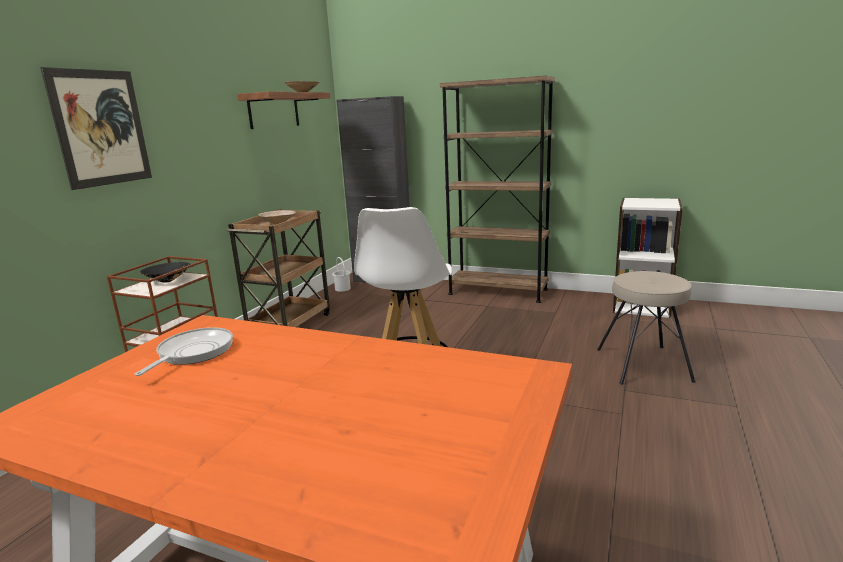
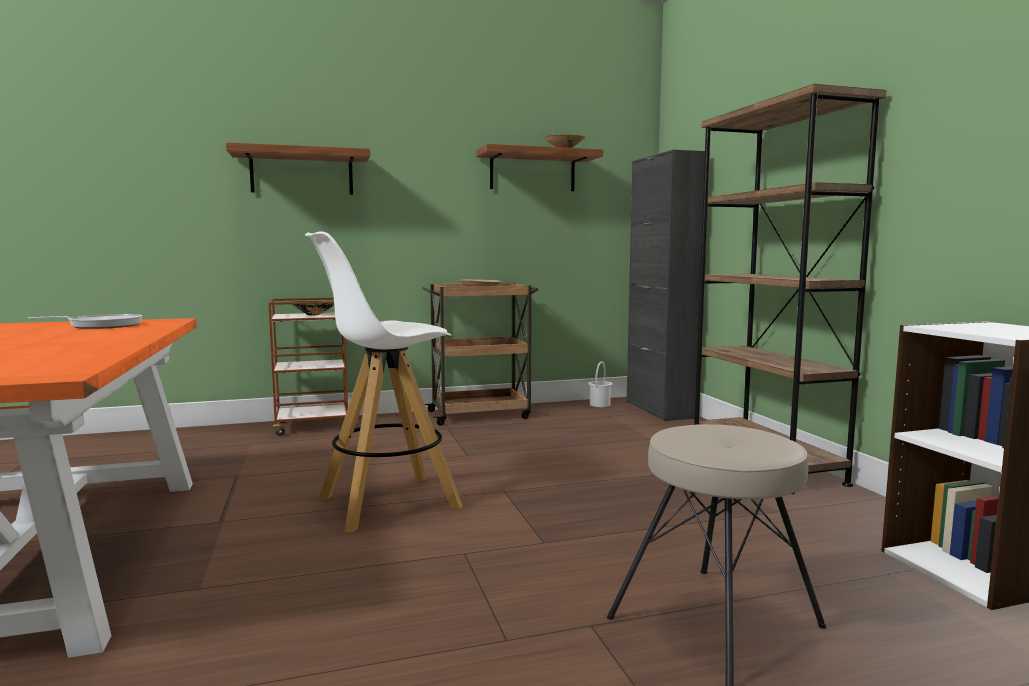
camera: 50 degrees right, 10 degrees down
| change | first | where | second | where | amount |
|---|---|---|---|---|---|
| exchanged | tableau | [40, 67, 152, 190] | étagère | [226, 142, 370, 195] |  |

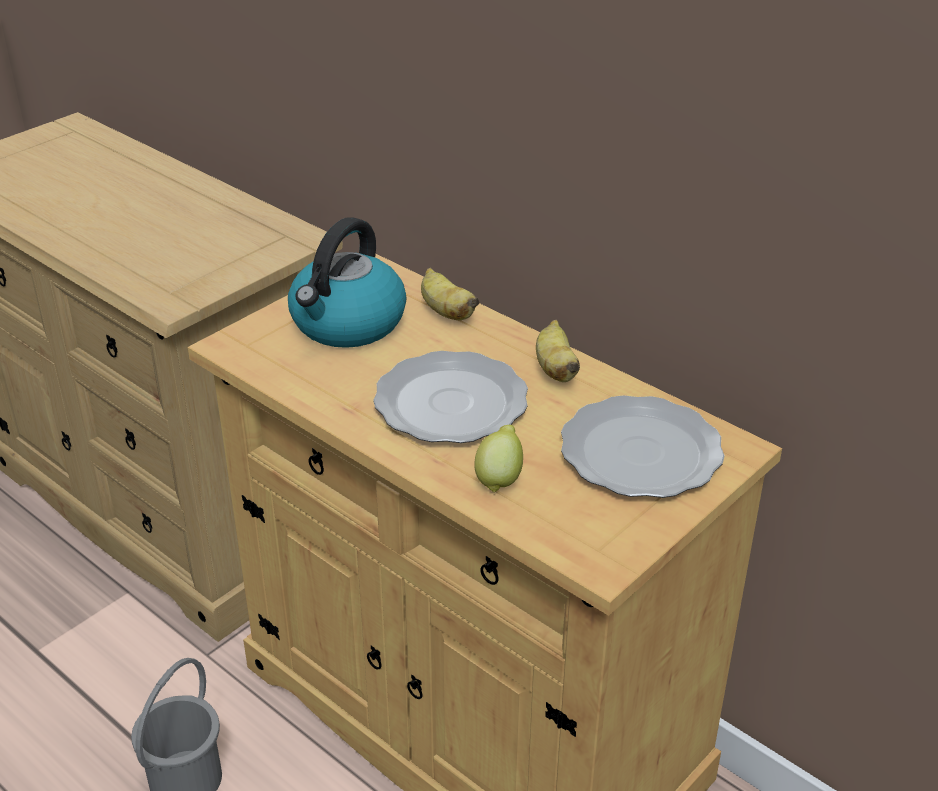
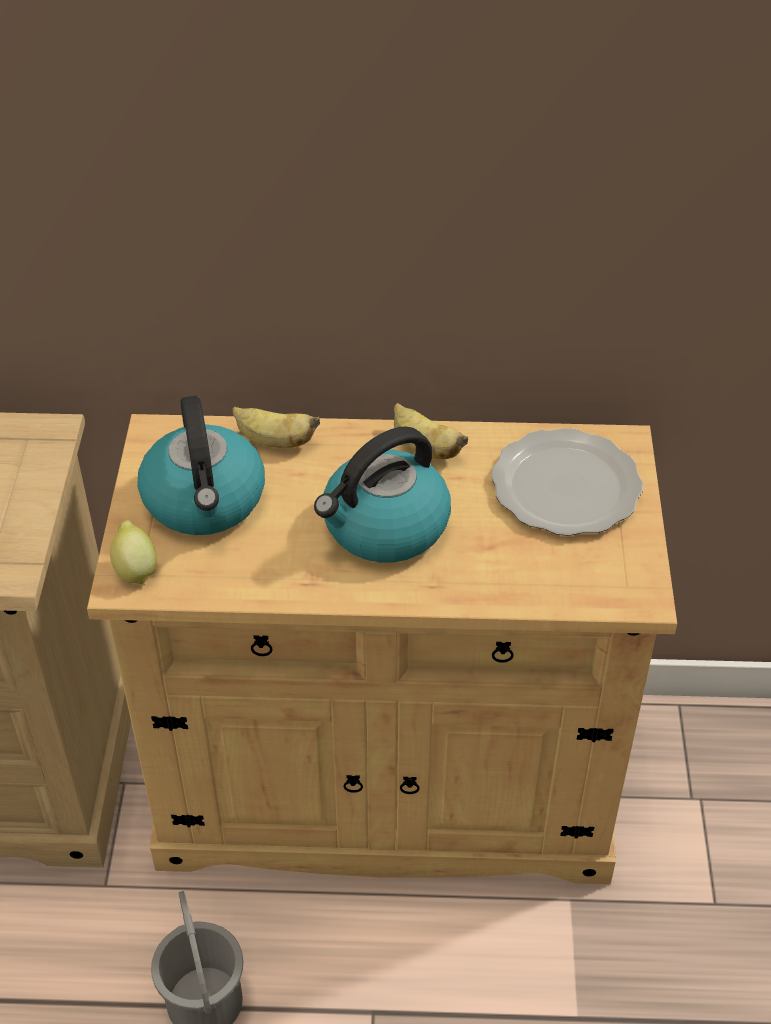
camera: 40 degrees left, 10 degrees up
| change | first | where | second | where | amount |
|---|---|---|---|---|---|
| exchanged | assiette | [373, 351, 528, 443] | bouilloire | [314, 426, 451, 562] |  |
| relocated | citron | [474, 425, 523, 493] |  | [110, 520, 157, 585] |  |

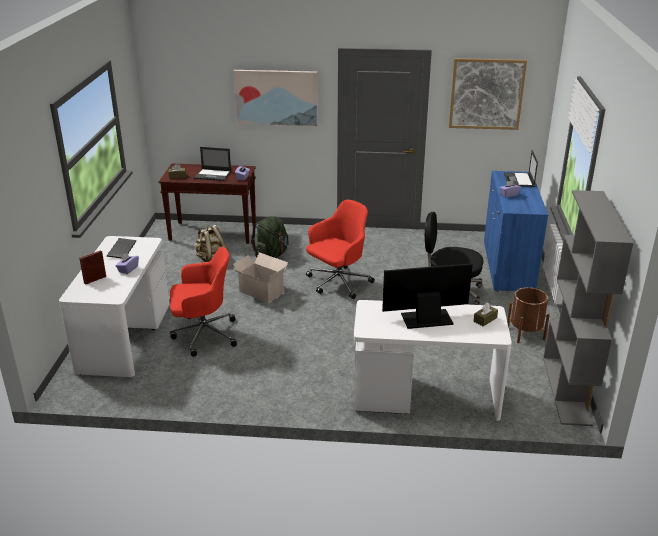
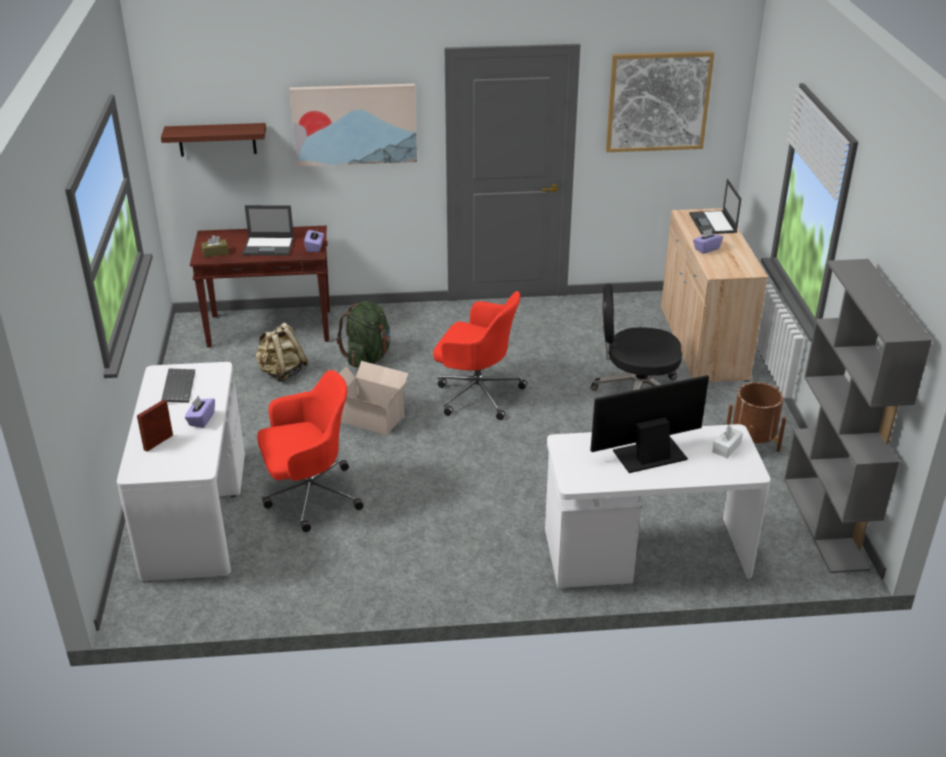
camera: 10 degrees left, 5 degrees up
| change | first | where | second | where | amount |
|---|---|---|---|---|---|
| colour | meuble de rangement/bleu | [484, 171, 548, 292] | meuble de rangement/beige | [661, 208, 768, 382] |  |
| spun | chaise de bureau/rouge | [306, 200, 375, 299] |  | [433, 291, 527, 420] | 75 degrees clockwise |
| colour | boîte à mouchoirs/marron | [473, 303, 498, 327] | boîte à mouchoirs/blanc | [712, 425, 743, 458] |  |
| appeared |  |  | étagère | [161, 123, 266, 157] |  |

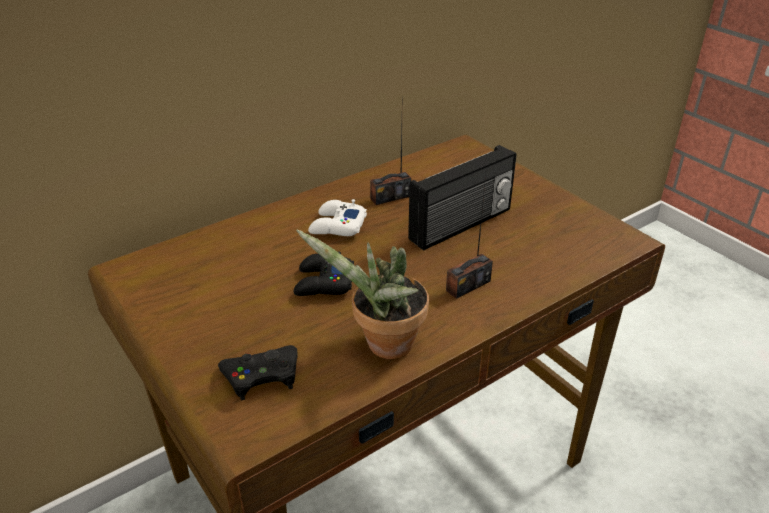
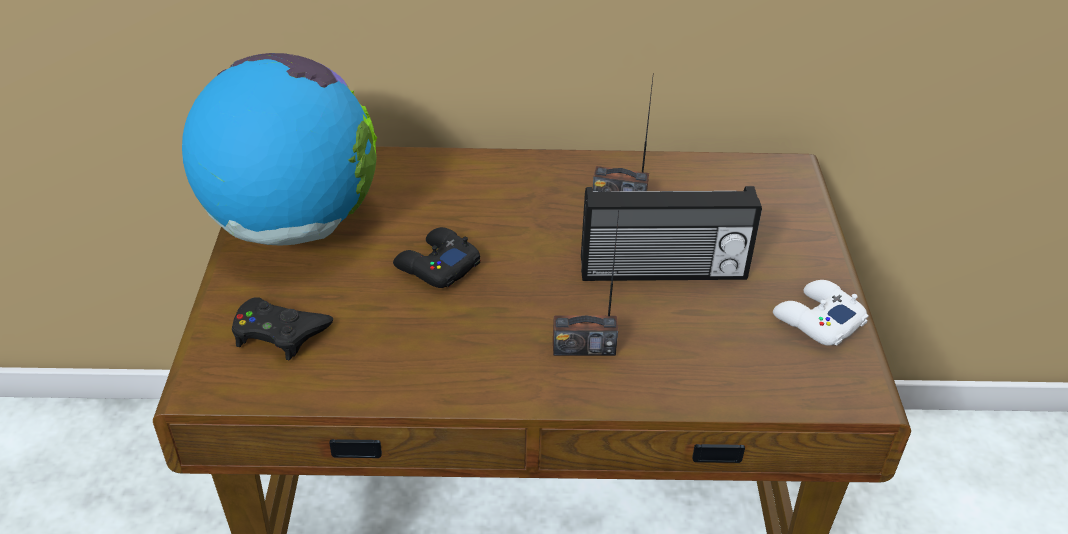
camera: 35 degrees right, 5 degrees up
| change | first | where | second | where | amount |
|---|---|---|---|---|---|
| relocated | manette/blanc | [308, 199, 367, 236] |  | [773, 280, 869, 346] |  |
| missing | plante en pot | [296, 229, 429, 359] |  |  |  |
| appeared |  |  | globe | [182, 53, 377, 246] |  |

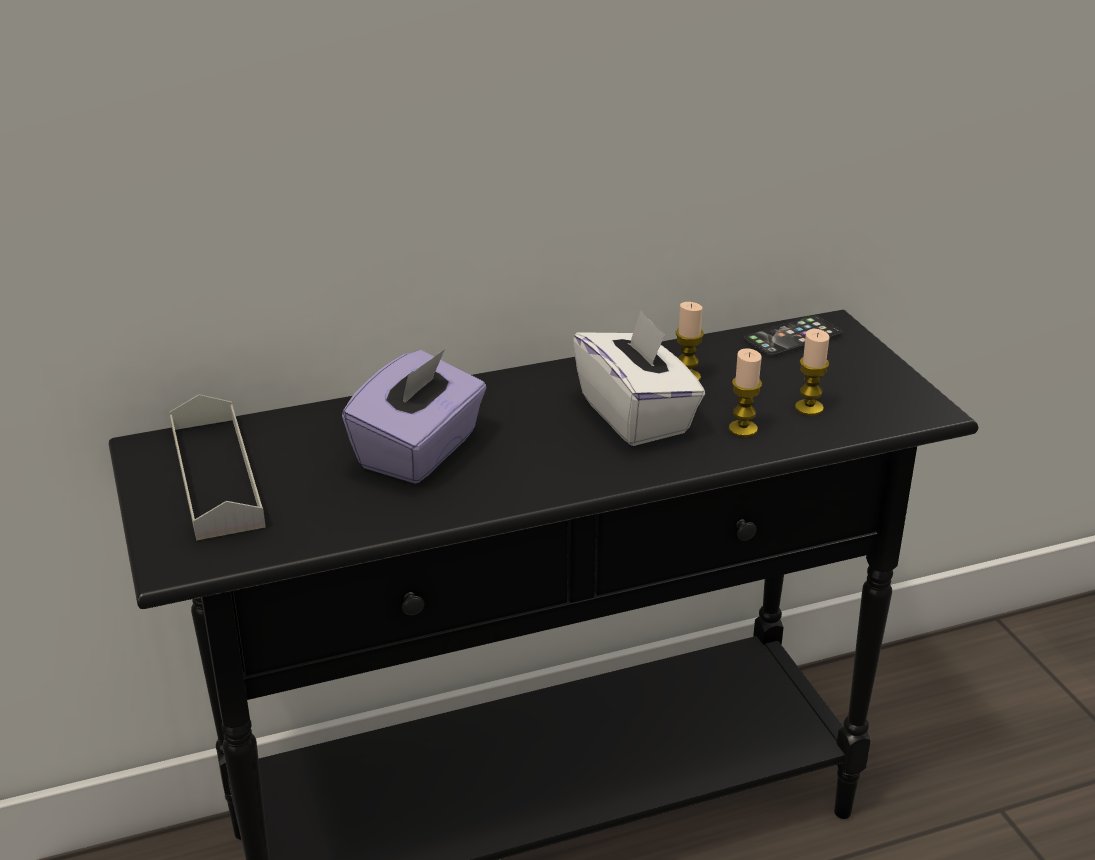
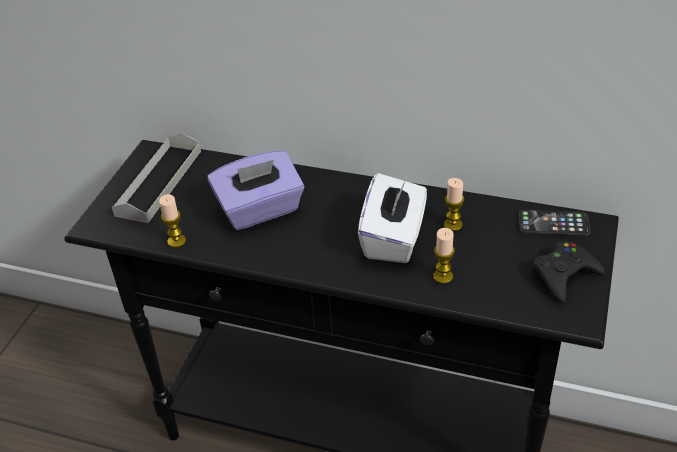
camera: 40 degrees right, 10 degrees up
| change | first | where | second | where | amount |
|---|---|---|---|---|---|
| relocated | bougie | [795, 329, 829, 416] |  | [159, 194, 186, 248] |  |
| appeared |  |  | manette/noir | [532, 241, 605, 303] |  |

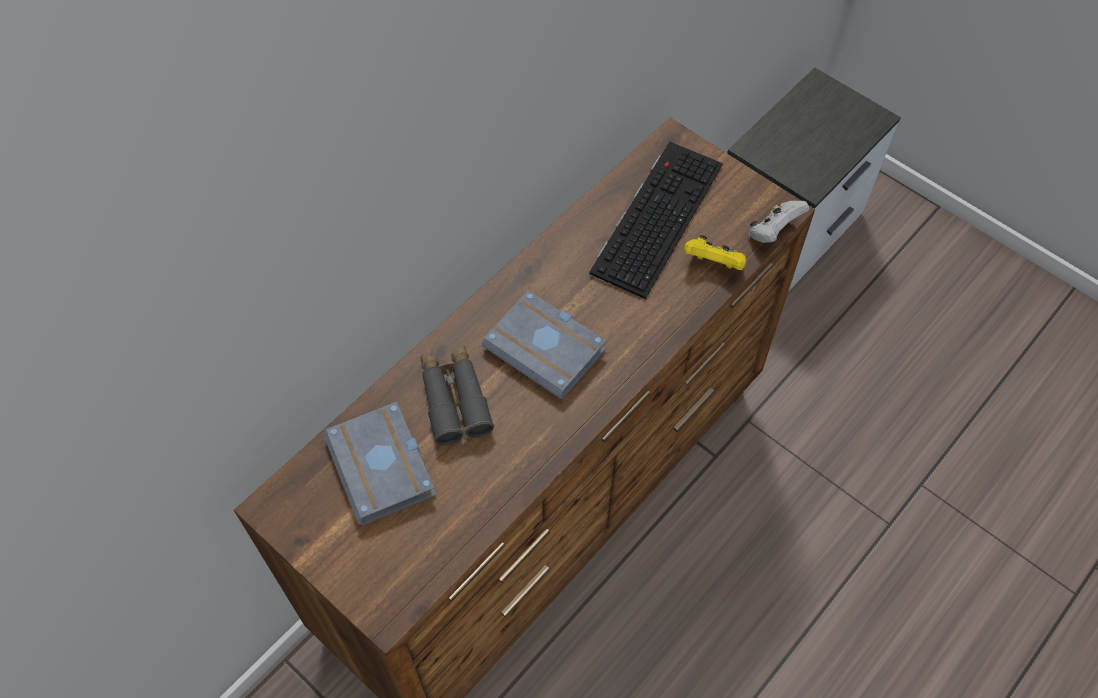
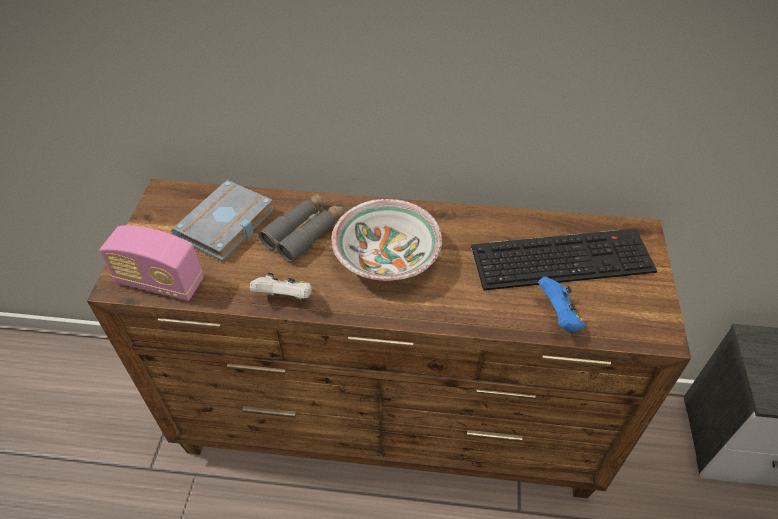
camera: 55 degrees right, 10 degrees down
| change | first | where | second | where | amount |
|---|---|---|---|---|---|
| relocated | manette/blanc | [749, 201, 809, 243] |  | [250, 272, 312, 300] |  |
| colour | manette/jaune | [684, 235, 746, 270] | manette/bleu | [538, 277, 585, 332] |  |
| exchanged | livre/gris | [482, 291, 606, 399] | bol | [332, 199, 442, 281] |  |
| appeared |  |  | radio | [99, 225, 204, 301] |  |

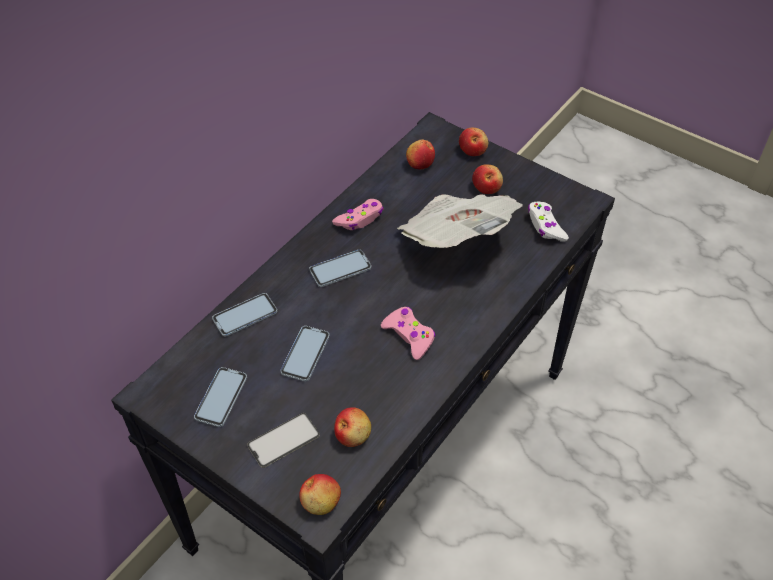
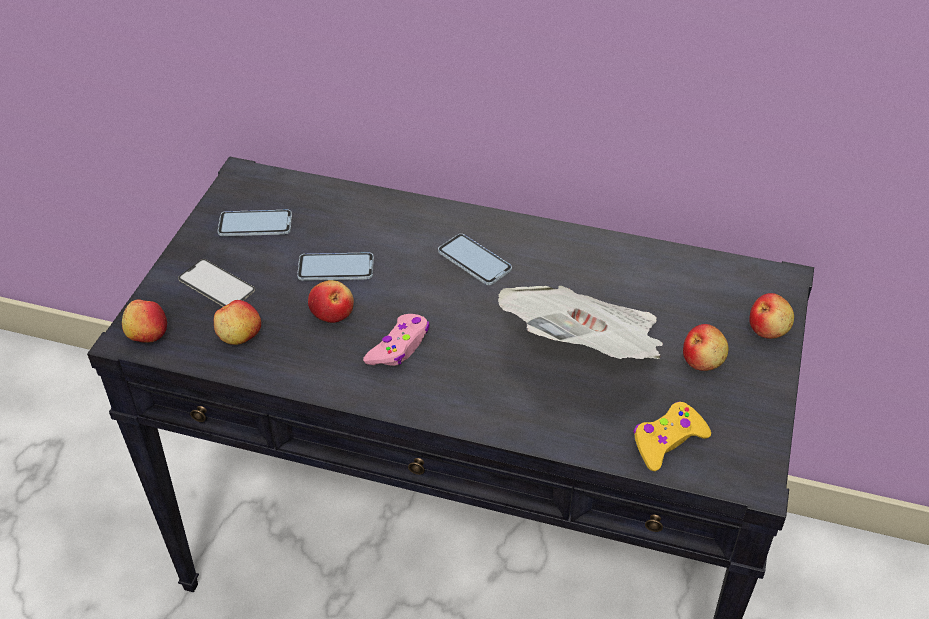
camera: 70 degrees right, 5 degrees down
| change | first | where | second | where | amount |
|---|---|---|---|---|---|
| relocated | pomme | [406, 139, 435, 170] |  | [308, 280, 354, 323] |  |
| missing | manette/rose | [332, 199, 384, 230] |  |  |  |
| colour | manette/blanc | [528, 202, 569, 242] | manette/jaune | [633, 402, 711, 471] |  |
| missing | téléphone | [212, 293, 277, 337] |  |  |  |

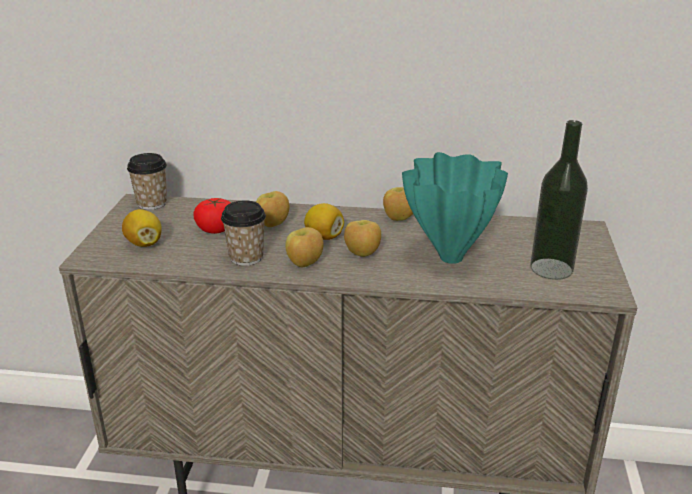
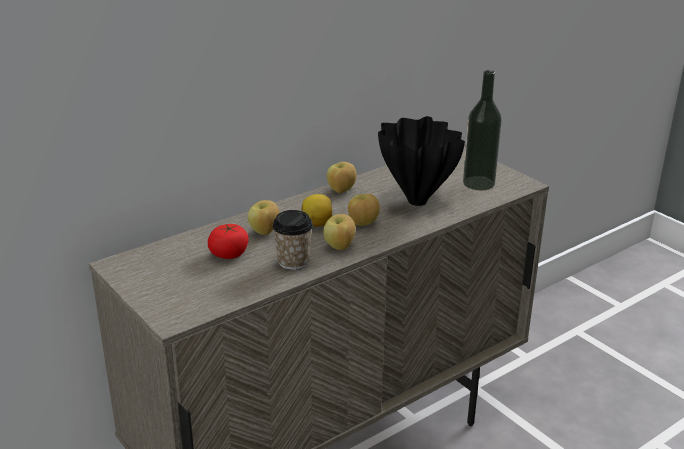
camera: 45 degrees left, 0 degrees up
| change | first | where | second | where | amount |
|---|---|---|---|---|---|
| colour | vase/turquoise | [402, 152, 508, 264] | vase/noir | [378, 116, 465, 206] |  |
| missing | tasse | [127, 153, 167, 210] |  |  |  |
| missing | citron | [122, 209, 162, 247] |  |  |  |

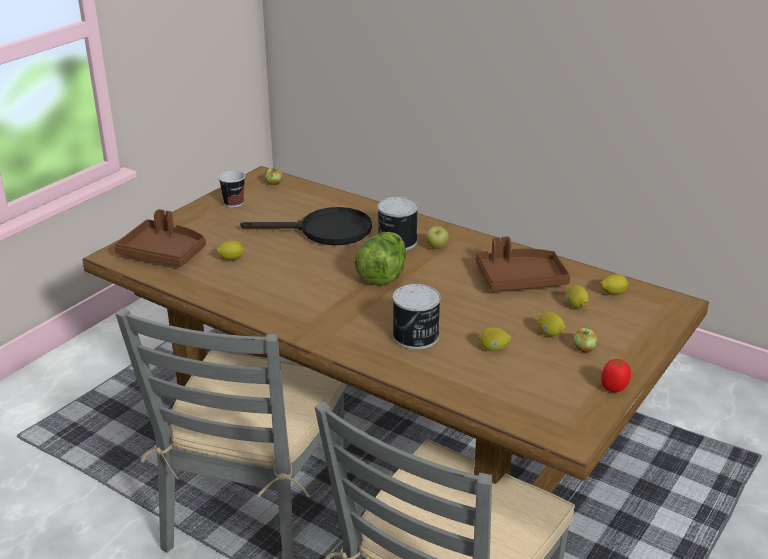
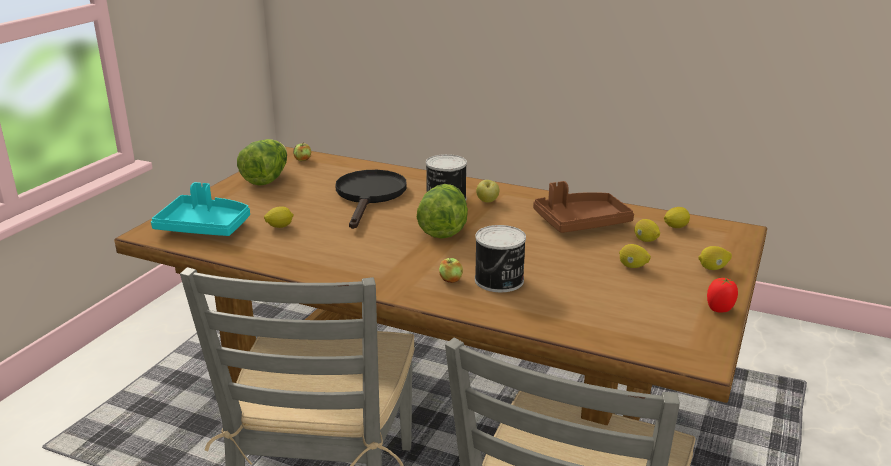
camera: 10 degrees left, 5 degrees down
| change | first | where | second | where | amount |
|---|---|---|---|---|---|
| exchanged | tasse | [218, 171, 245, 208] | laitue | [237, 139, 287, 186] |  |
| spun | poêle/noir | [240, 207, 372, 245] |  | [335, 170, 407, 229] | 75 degrees counterclockwise |
| colour | plateau/marron | [114, 209, 206, 266] | plateau/turquoise | [151, 182, 250, 236] |  |
| relocated | citron | [478, 327, 511, 351] |  | [698, 246, 732, 270] |  |
| relocated | pomme | [574, 328, 597, 352] |  | [439, 258, 463, 283] |  |

